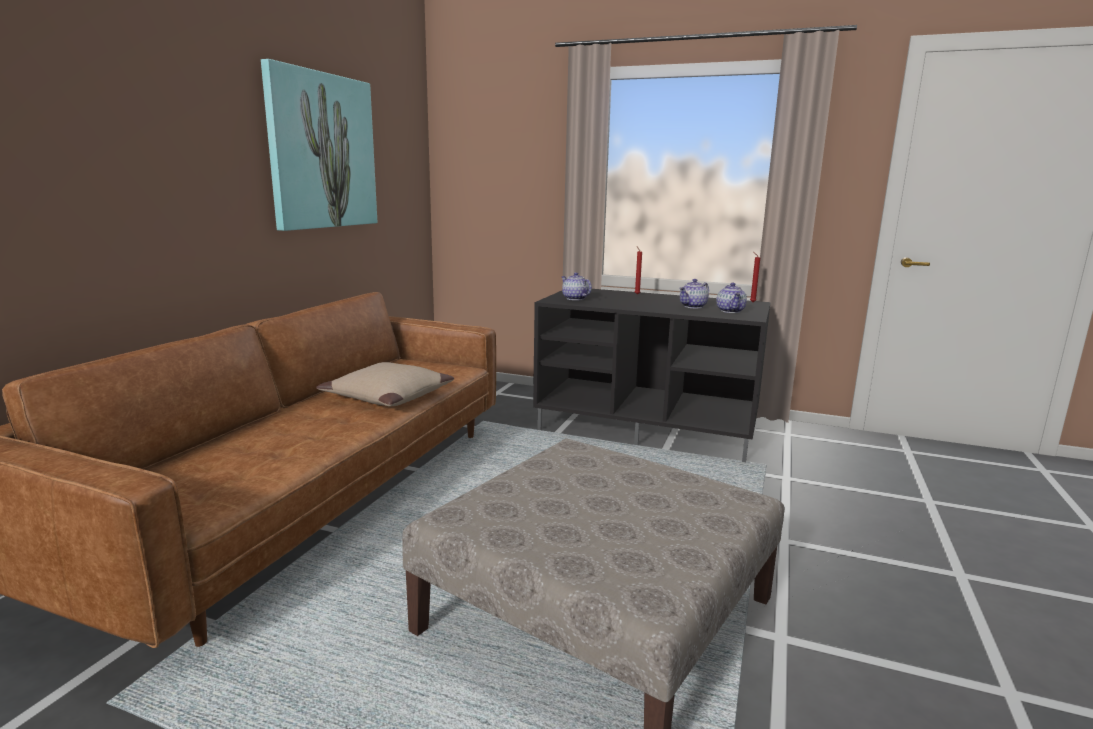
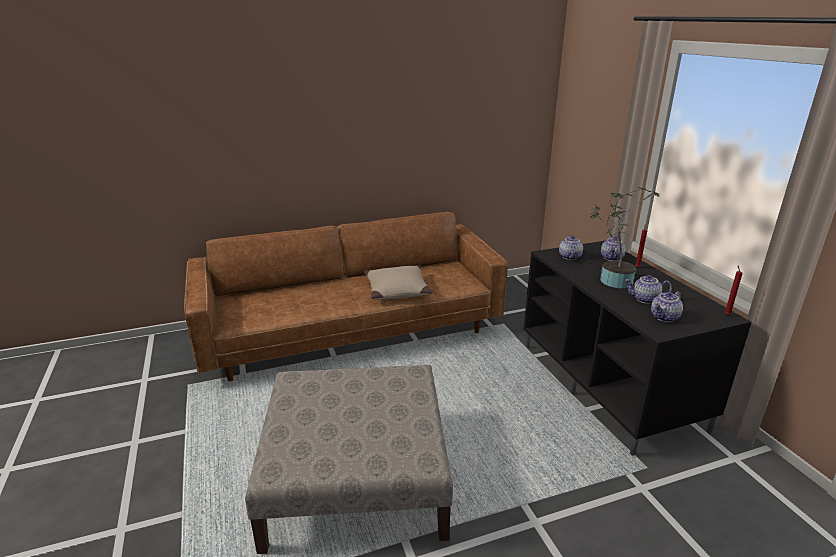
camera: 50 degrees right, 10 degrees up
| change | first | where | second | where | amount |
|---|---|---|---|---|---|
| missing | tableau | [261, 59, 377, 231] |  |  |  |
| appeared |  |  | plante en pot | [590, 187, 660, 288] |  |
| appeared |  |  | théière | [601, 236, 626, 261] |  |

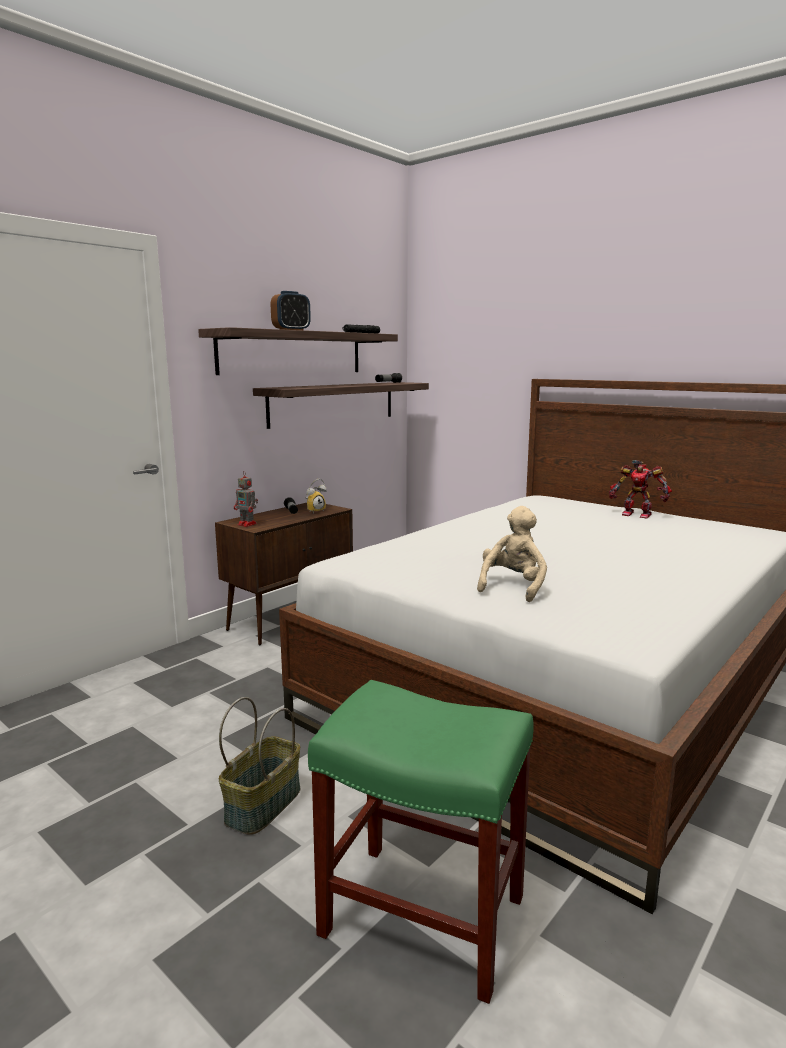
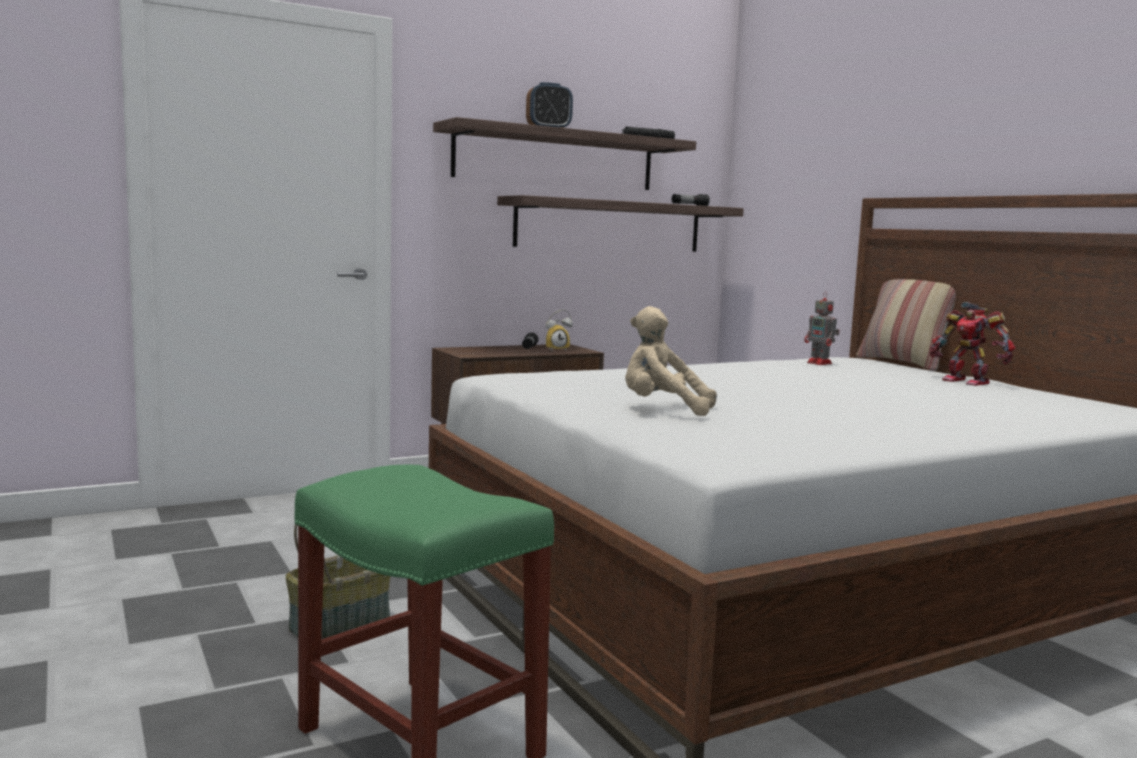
camera: 20 degrees right, 5 degrees down
| change | first | where | second | where | amount |
|---|---|---|---|---|---|
| relocated | robot jouet | [234, 471, 258, 527] |  | [804, 291, 840, 365] |  |
| spun | peluche/beige | [477, 506, 547, 602] |  | [625, 306, 717, 416] | 120 degrees counterclockwise |
| appeared |  |  | coussin | [856, 279, 956, 371] |  |

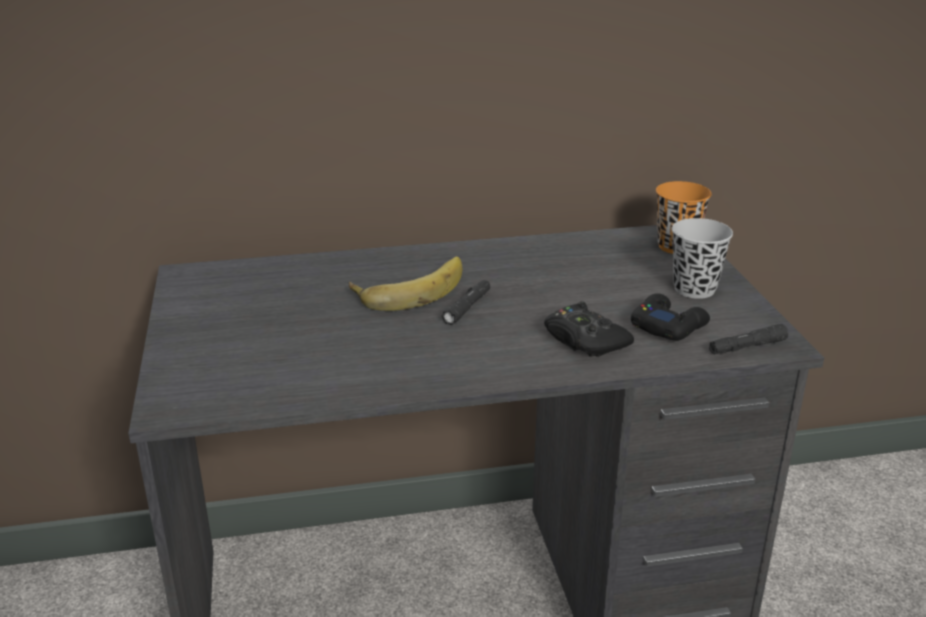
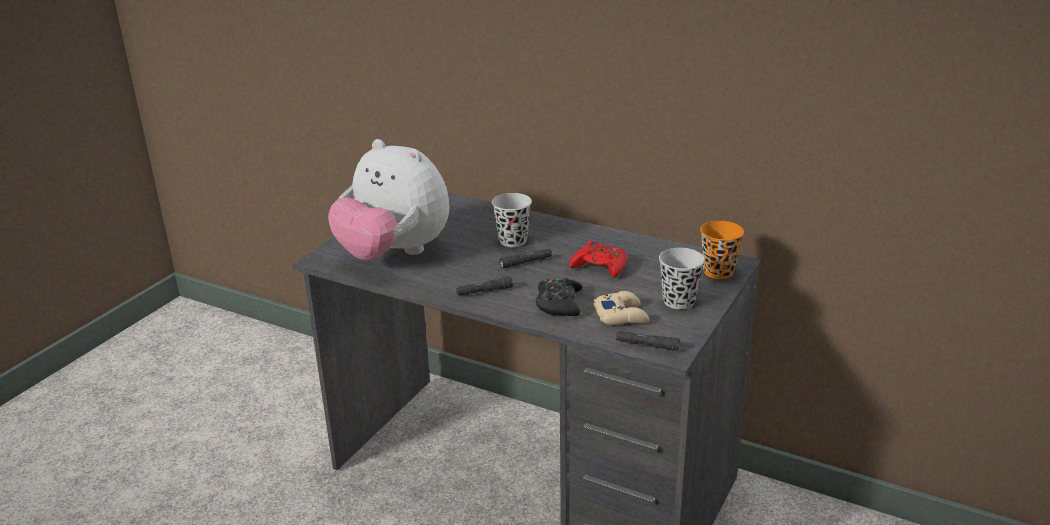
camera: 40 degrees right, 0 degrees up
| change | first | where | second | where | amount |
|---|---|---|---|---|---|
| exchanged | banane | [349, 257, 462, 311] | tasse/noir | [492, 193, 532, 247] |  |
| colour | manette/noir | [631, 293, 710, 341] | manette/beige | [594, 291, 649, 325] |  |
| appeared |  |  | peluche | [328, 139, 450, 260] |  |
| appeared |  |  | manette/rouge | [569, 241, 627, 278] |  |
| appeared |  |  | lampe de poche/noir | [456, 277, 513, 296] |  |

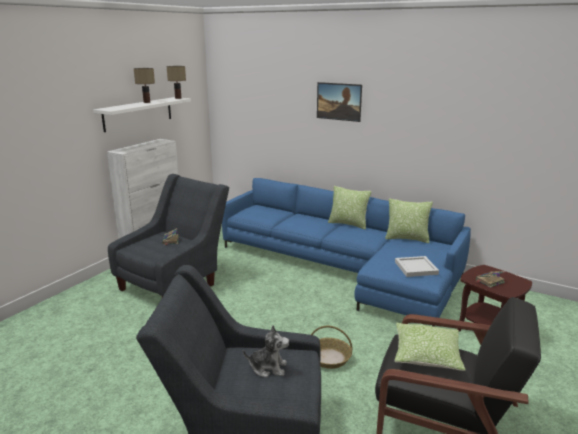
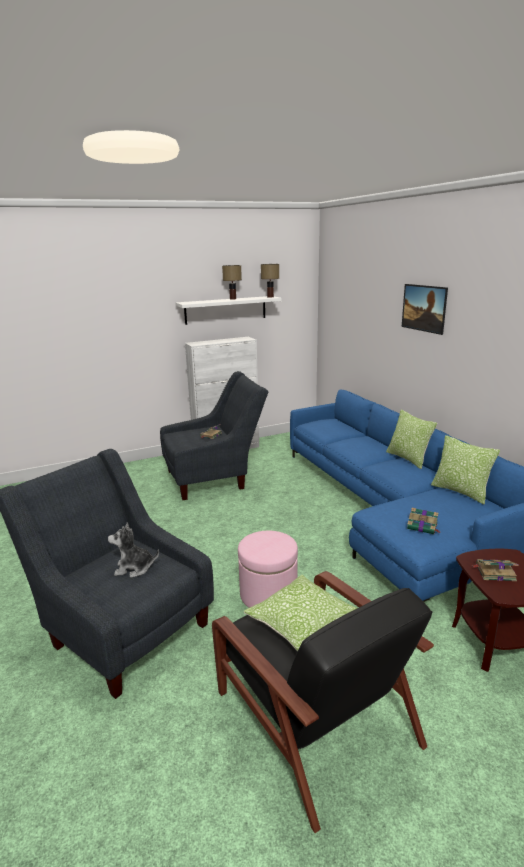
camera: 35 degrees right, 0 degrees up
| change | first | where | second | where | amount |
|---|---|---|---|---|---|
| exchanged | plateau/blanc | [395, 256, 439, 277] | livre | [407, 508, 440, 534] |  |
| spun | peluche | [243, 325, 289, 378] |  | [108, 522, 159, 578] | 135 degrees clockwise |
| exchanged | panier | [311, 326, 353, 369] | pouf/rose | [238, 531, 298, 608] |  |

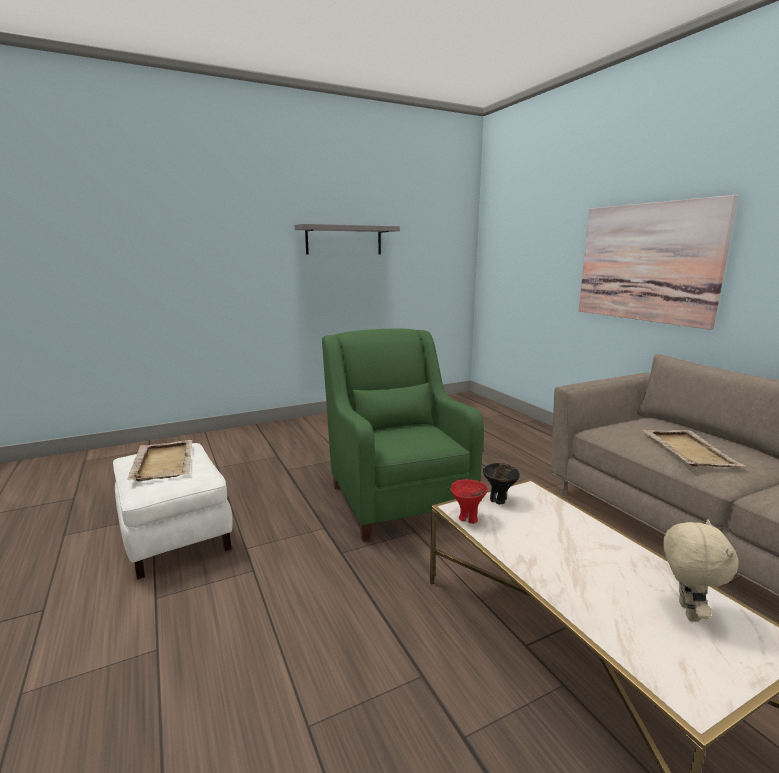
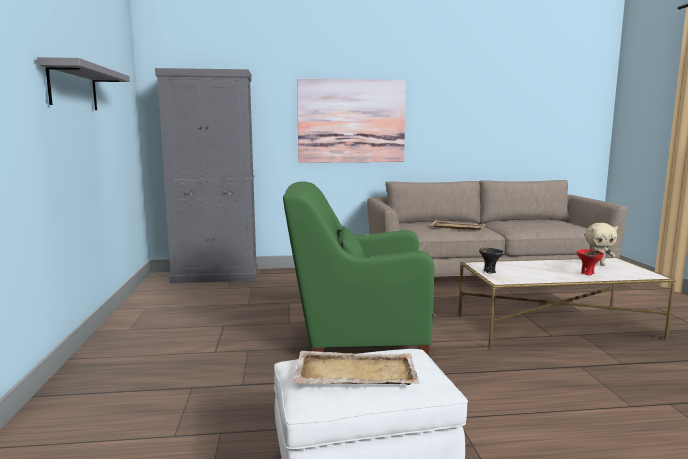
camera: 70 degrees left, 5 degrees down
| change | first | where | second | where | amount |
|---|---|---|---|---|---|
| relocated | bol/rouge | [450, 479, 488, 524] |  | [577, 249, 604, 275] |  |
| spun | peluche/beige | [663, 520, 739, 622] |  | [585, 223, 618, 266] | 150 degrees clockwise |
| appeared |  |  | meuble de rangement/gris | [155, 68, 258, 283] |  |

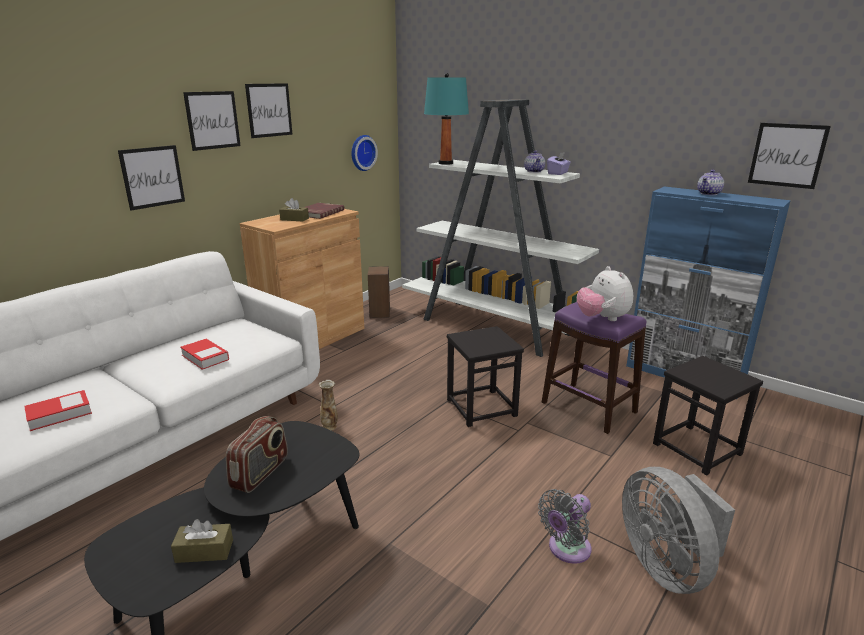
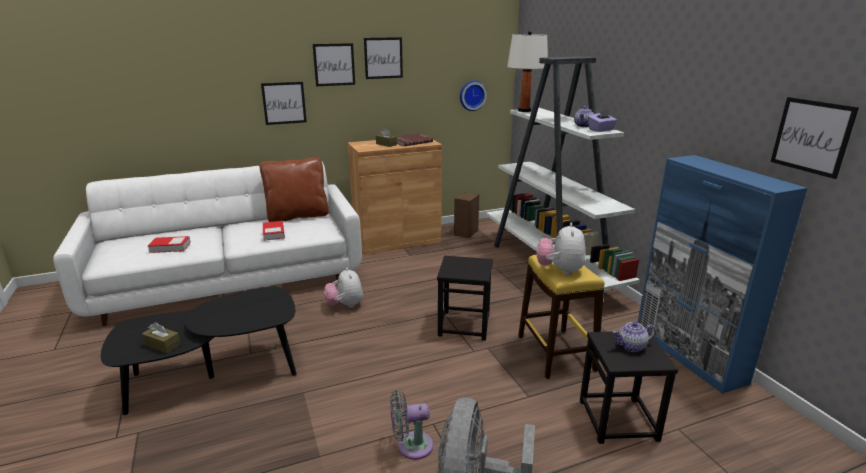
camera: 30 degrees right, 0 degrees up
| change | first | where | second | where | amount |
|---|---|---|---|---|---|
| colour | lampe de table/turquoise | [424, 73, 469, 165] | lampe de table/blanc | [507, 31, 548, 112] |  |
| relocated | théière | [697, 170, 724, 195] |  | [613, 322, 655, 352] |  |
| colour | tabouret/violet | [542, 302, 647, 434] | tabouret/jaune | [518, 255, 605, 379] |  |
| exchanged | vase | [319, 380, 338, 431] | peluche | [324, 267, 363, 308] |  |
| missing | radio | [226, 416, 288, 493] |  |  |  |
| appeared |  |  | coussin/marron | [259, 157, 329, 222] |  |

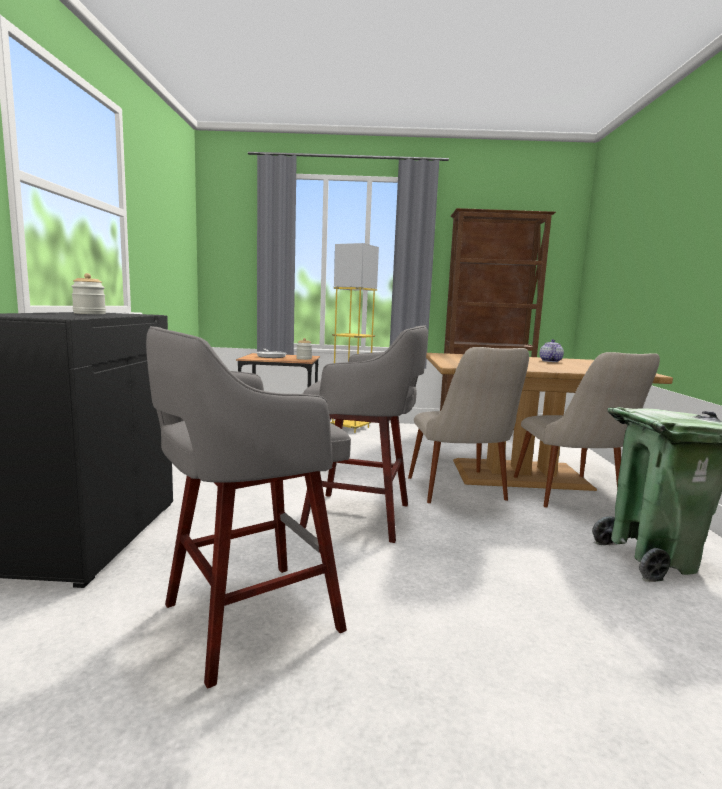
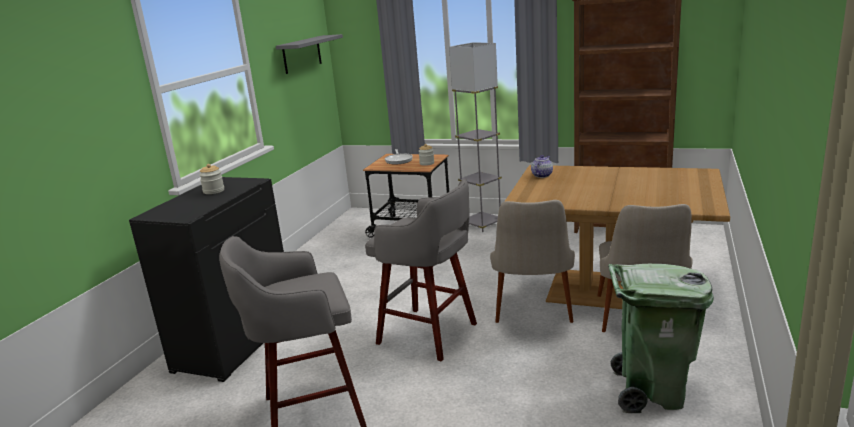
camera: 20 degrees right, 10 degrees up
| change | first | where | second | where | amount |
|---|---|---|---|---|---|
| colour | lampadaire/jaune | [330, 243, 379, 433] | lampadaire/gris | [449, 42, 502, 232] |  |
| relocated | théière | [540, 339, 564, 362] |  | [531, 155, 553, 178] |  |
| appeared |  |  | étagère/gris | [276, 34, 343, 74] |  |

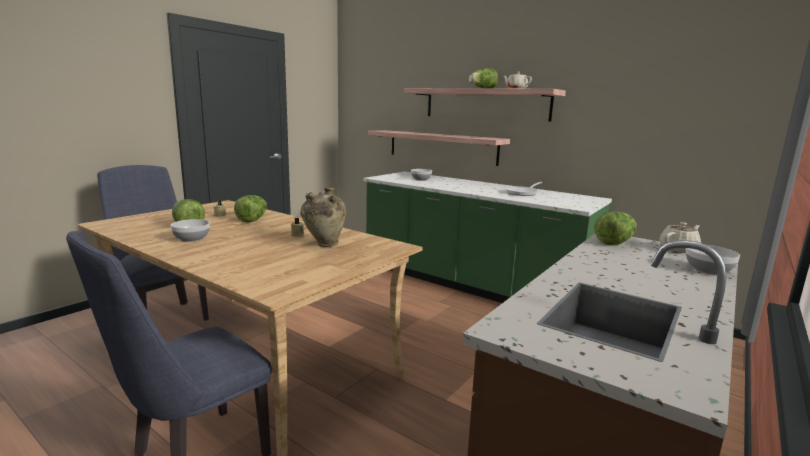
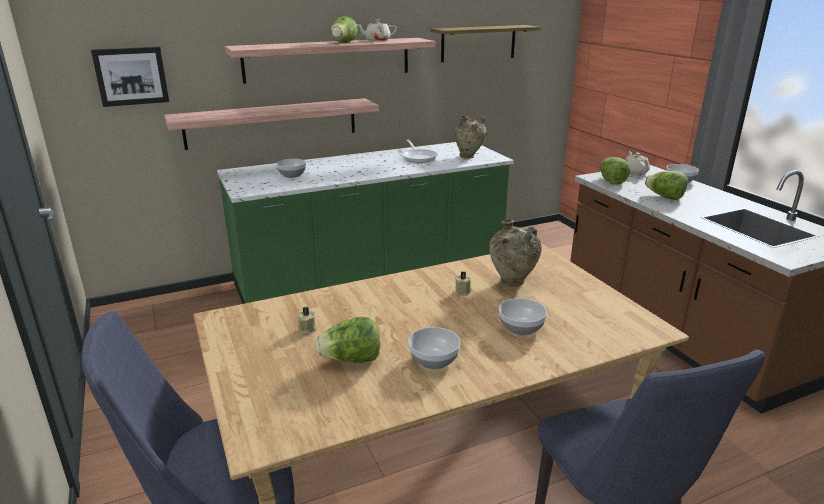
camera: 60 degrees left, 10 degrees up
| change | first | where | second | where | amount |
|---|---|---|---|---|---|
| relocated | laitue | [234, 195, 267, 223] |  | [645, 171, 688, 200] |  |
| appeared |  |  | étagère | [431, 25, 541, 62] |  |
| appeared |  |  | tableau | [91, 47, 169, 107] |  |
| appeared |  |  | vase/beige | [454, 116, 487, 158] |  |
| appeared |  |  | bol | [499, 298, 547, 336] |  |

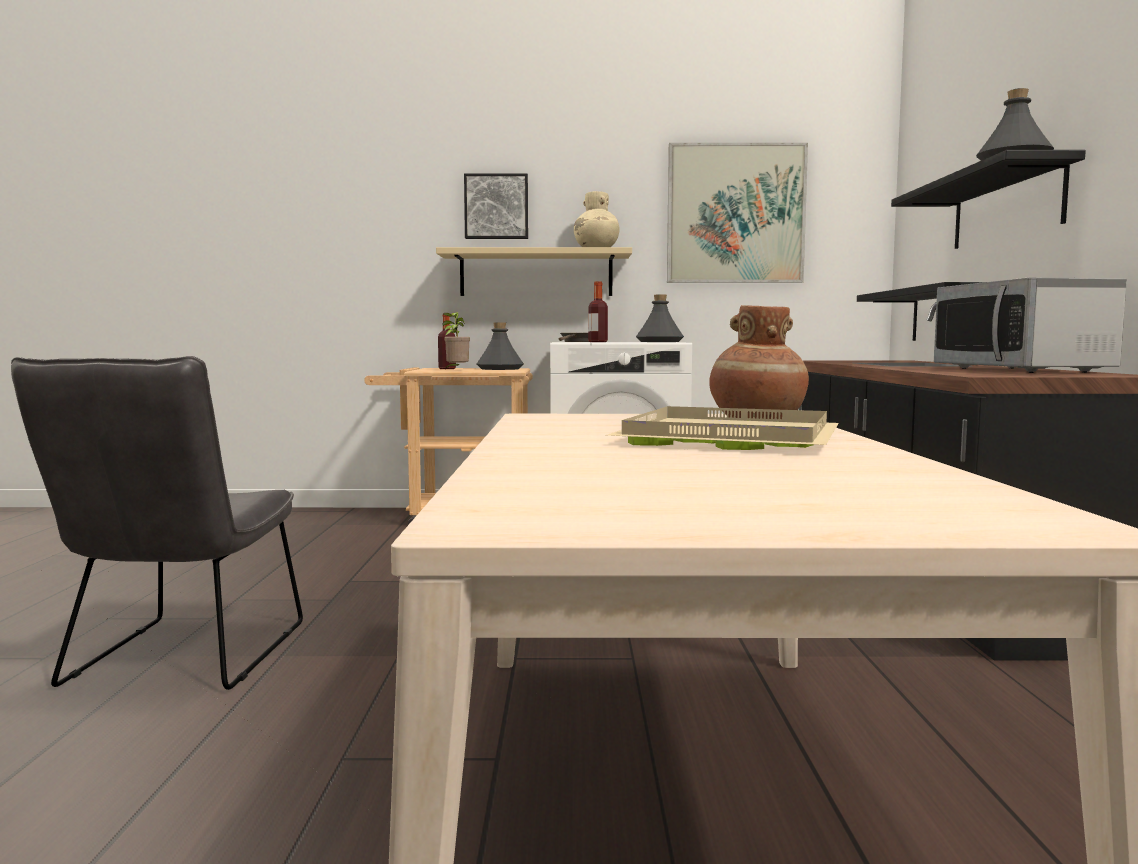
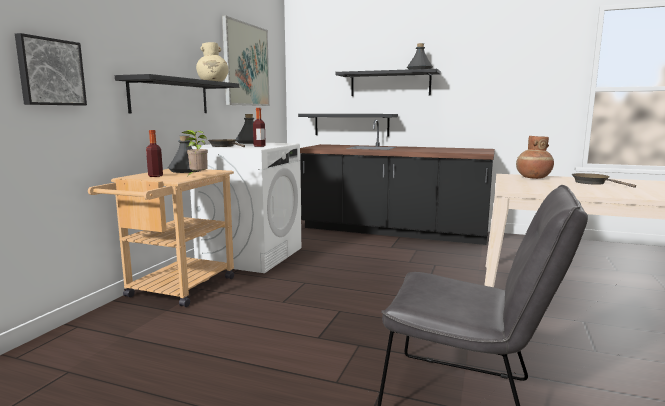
camera: 70 degrees left, 5 degrees up
| change | first | where | second | where | amount |
|---|---|---|---|---|---|
| relocated | tableau | [464, 173, 528, 239] |  | [15, 33, 87, 106] |  |
| colour | étagère/beige | [436, 247, 632, 296] | étagère/noir | [115, 74, 239, 113] |  |
| missing | micro-ondes | [934, 277, 1127, 373] |  |  |  |
| exchanged | plateau/beige | [608, 406, 839, 450] | poêle/marron | [572, 173, 636, 188] |  |

